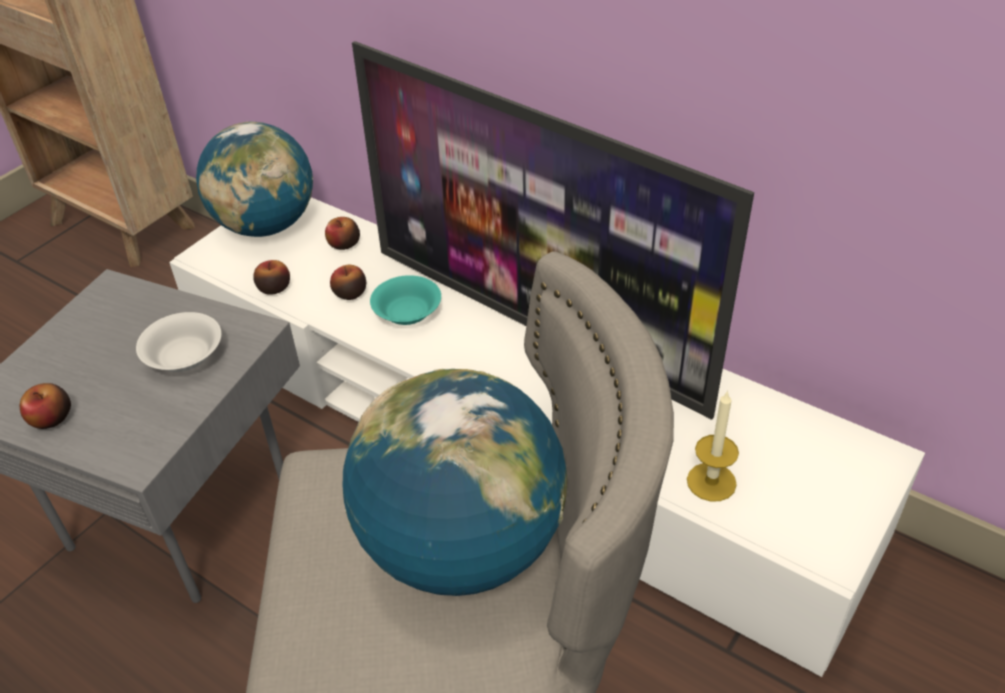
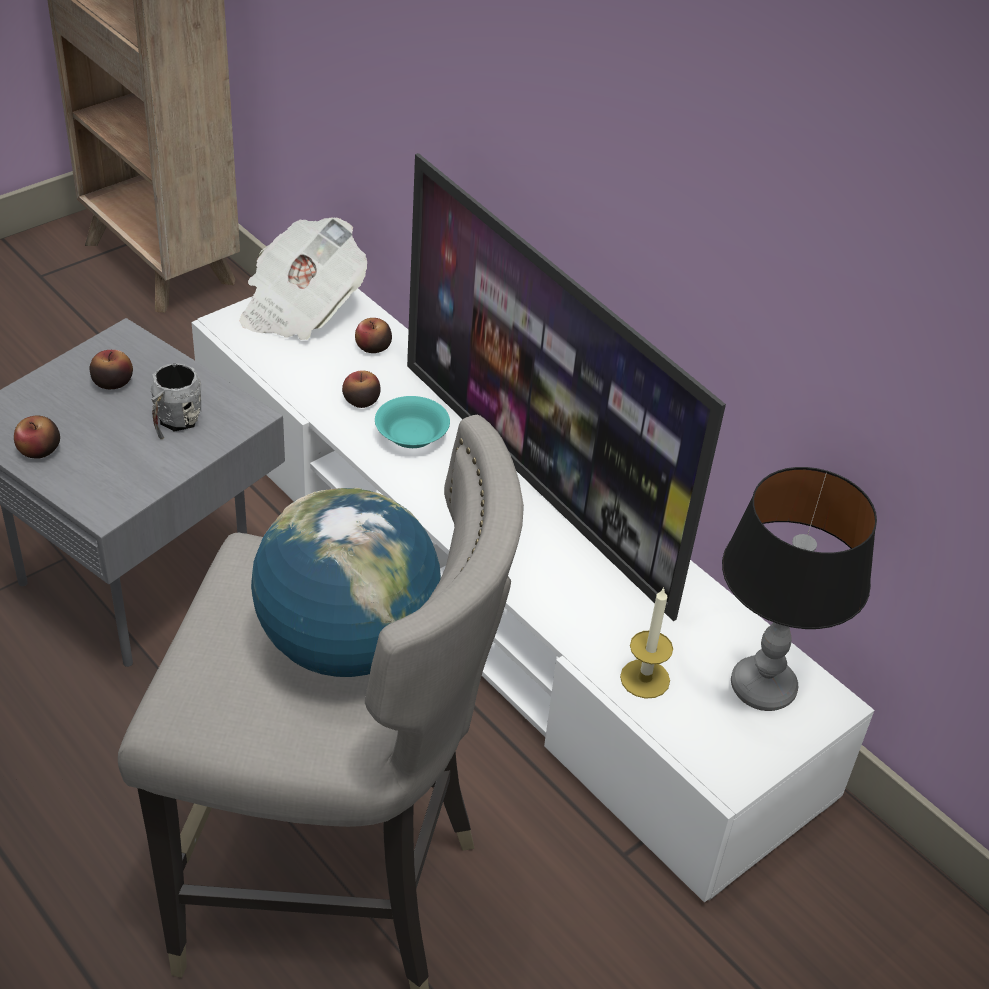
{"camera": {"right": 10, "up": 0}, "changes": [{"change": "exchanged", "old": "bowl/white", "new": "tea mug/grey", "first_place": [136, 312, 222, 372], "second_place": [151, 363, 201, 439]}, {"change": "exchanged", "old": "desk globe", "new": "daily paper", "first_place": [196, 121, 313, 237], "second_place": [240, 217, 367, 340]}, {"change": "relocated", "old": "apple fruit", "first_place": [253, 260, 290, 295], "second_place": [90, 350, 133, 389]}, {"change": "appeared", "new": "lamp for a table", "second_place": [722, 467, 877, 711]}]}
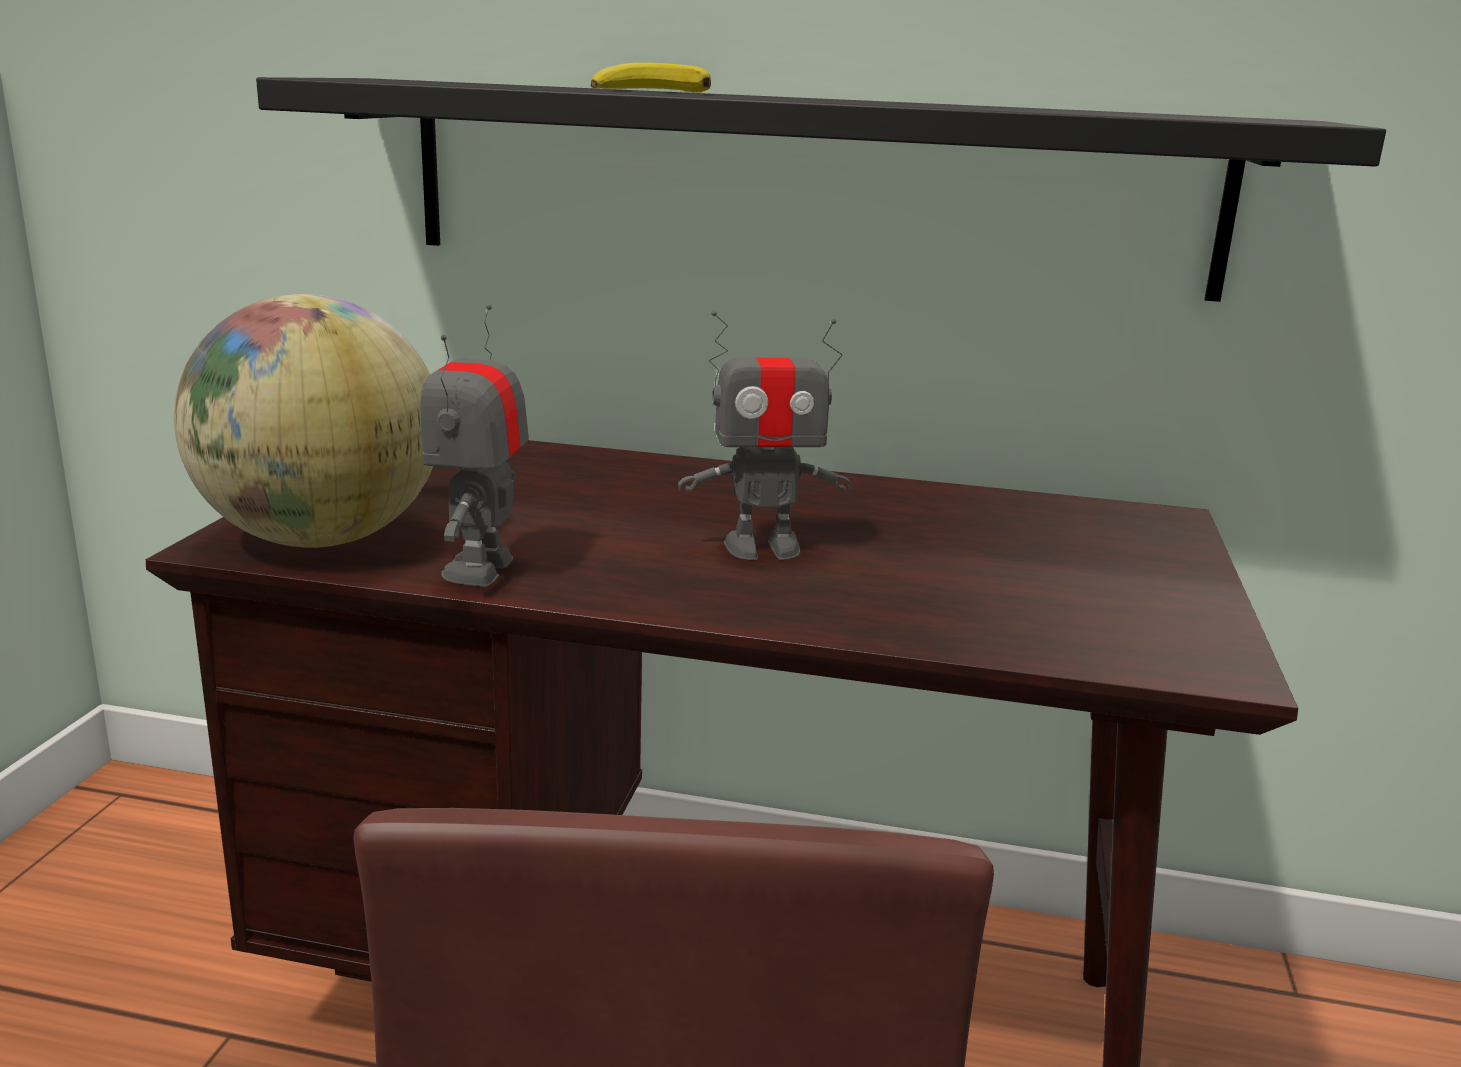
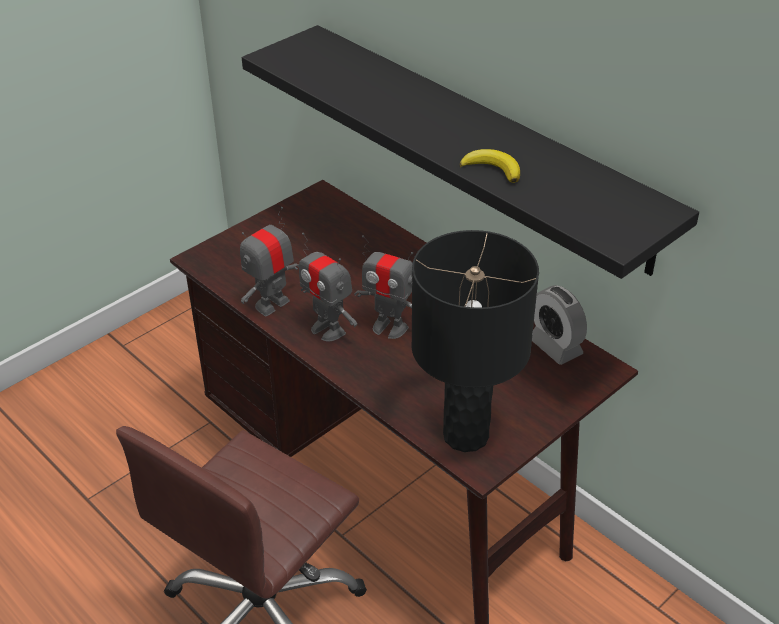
{"camera": {"right": 35, "up": 20}, "changes": [{"change": "missing", "old": "desk globe", "first_place": [174, 294, 433, 548]}, {"change": "relocated", "old": "banana fruit", "first_place": [591, 63, 711, 93], "second_place": [460, 149, 520, 183]}, {"change": "appeared", "new": "robot figure", "second_place": [299, 233, 357, 342]}, {"change": "appeared", "new": "lamp for a table/black-coloured", "second_place": [411, 230, 539, 452]}, {"change": "appeared", "new": "table clock", "second_place": [532, 285, 587, 365]}]}
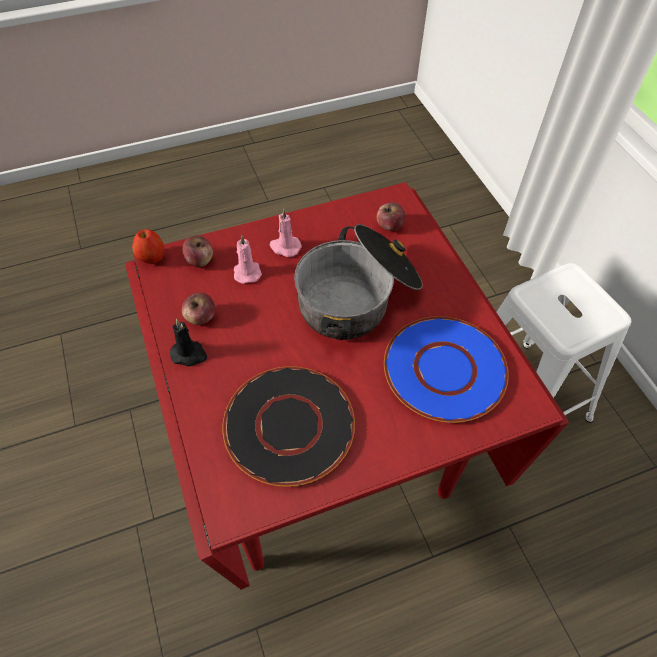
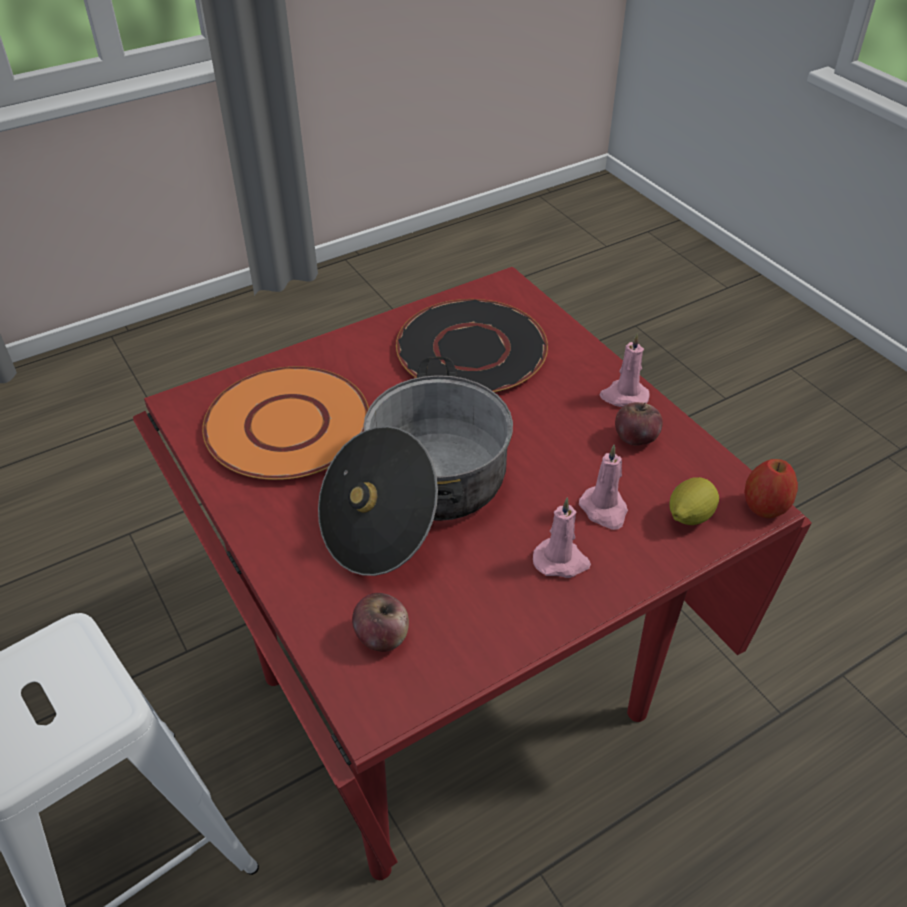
{"camera": {"right": 170, "up": -10}, "changes": [{"change": "colour", "old": "wax light/black-coloured", "new": "wax light/pink", "first_place": [170, 319, 207, 366], "second_place": [599, 333, 650, 407]}, {"change": "exchanged", "old": "apple fruit", "new": "whole lemon", "first_place": [183, 236, 213, 267], "second_place": [669, 477, 719, 525]}, {"change": "colour", "old": "plate/blue-coloured", "new": "plate/orange-coloured", "first_place": [384, 316, 509, 423], "second_place": [202, 366, 369, 480]}]}
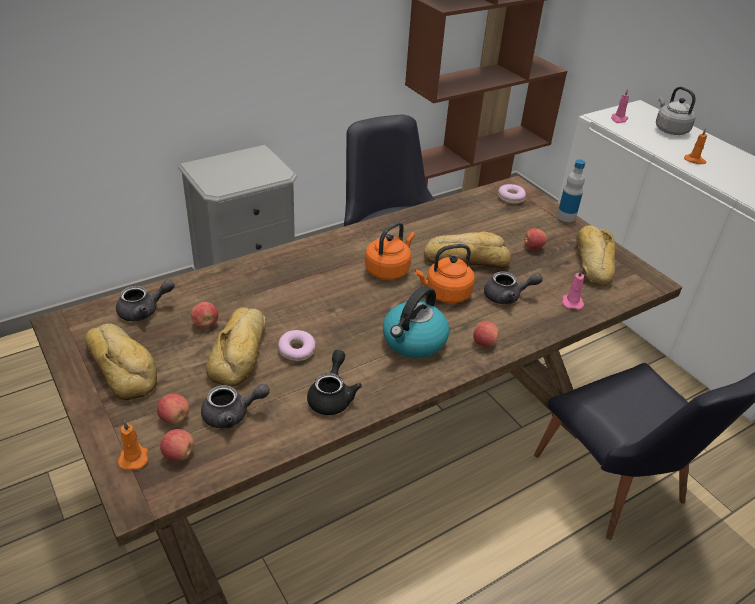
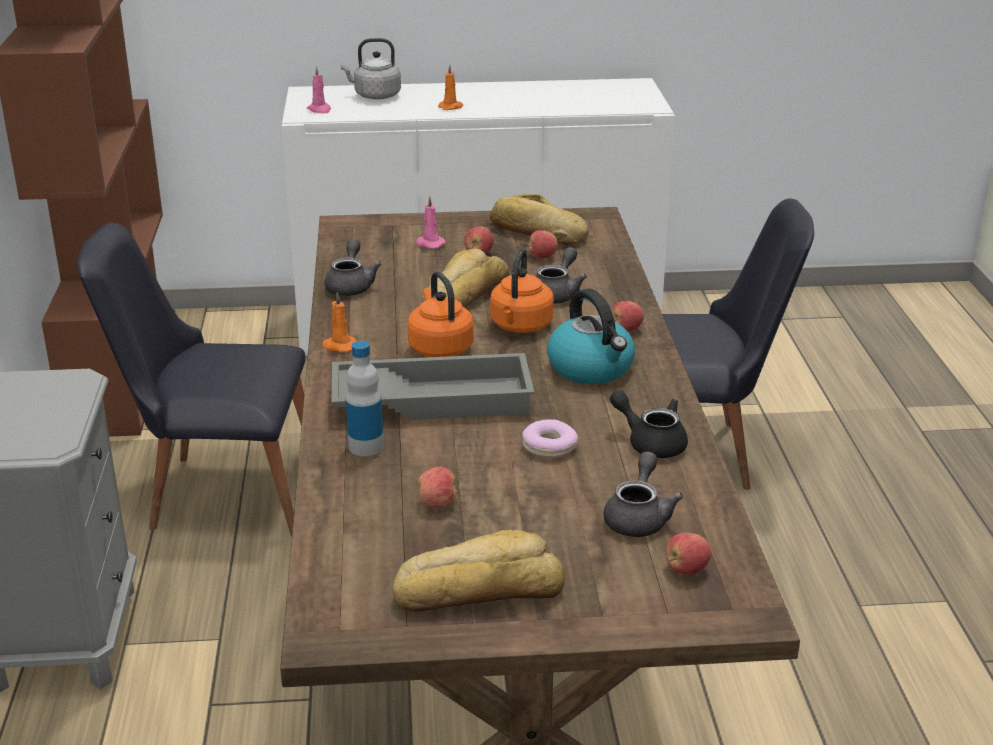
{"camera": {"right": -60, "up": -10}, "changes": [{"change": "relocated", "old": "tea pot/grey", "first_place": [116, 279, 175, 321], "second_place": [324, 239, 381, 296]}, {"change": "relocated", "old": "wax light/orange-coloured", "first_place": [118, 420, 148, 470], "second_place": [322, 292, 357, 352]}, {"change": "relocated", "old": "apple fruit", "first_place": [157, 393, 189, 424], "second_place": [528, 230, 558, 258]}, {"change": "missing", "old": "bakery bread", "first_place": [206, 307, 266, 387]}, {"change": "missing", "old": "donut", "first_place": [498, 184, 526, 204]}, {"change": "relocated", "old": "bottle", "first_place": [557, 159, 586, 222], "second_place": [346, 341, 384, 456]}, {"change": "relocated", "old": "wax light/pink", "first_place": [562, 269, 584, 310], "second_place": [416, 196, 445, 248]}, {"change": "appeared", "new": "tray/grey", "second_place": [332, 353, 534, 420]}]}
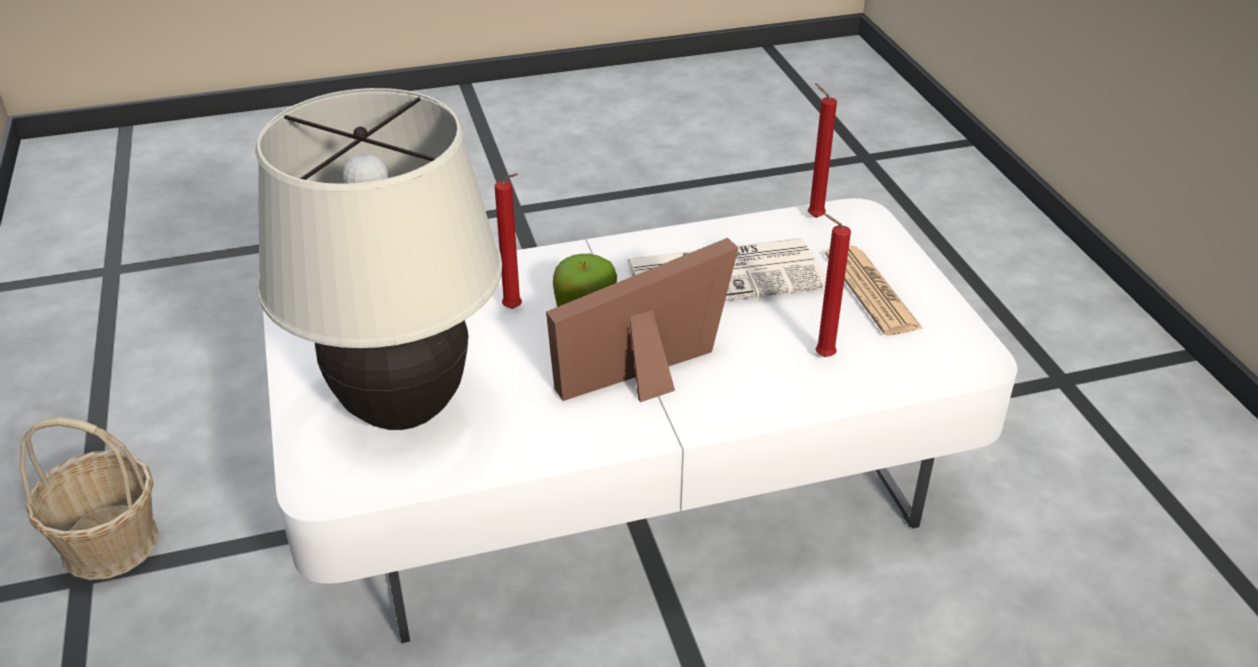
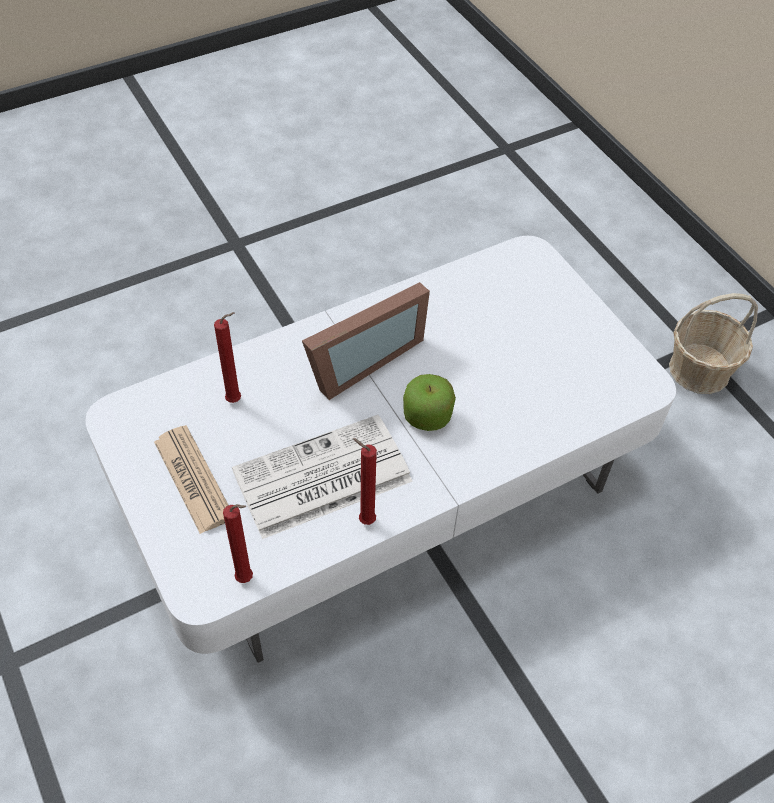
{"camera": {"right": 165, "up": 15}, "changes": [{"change": "missing", "old": "lamp for a table/beige", "first_place": [256, 88, 502, 430]}, {"change": "relocated", "old": "wax light/red-coloured", "first_place": [494, 173, 522, 309], "second_place": [353, 438, 377, 525]}]}
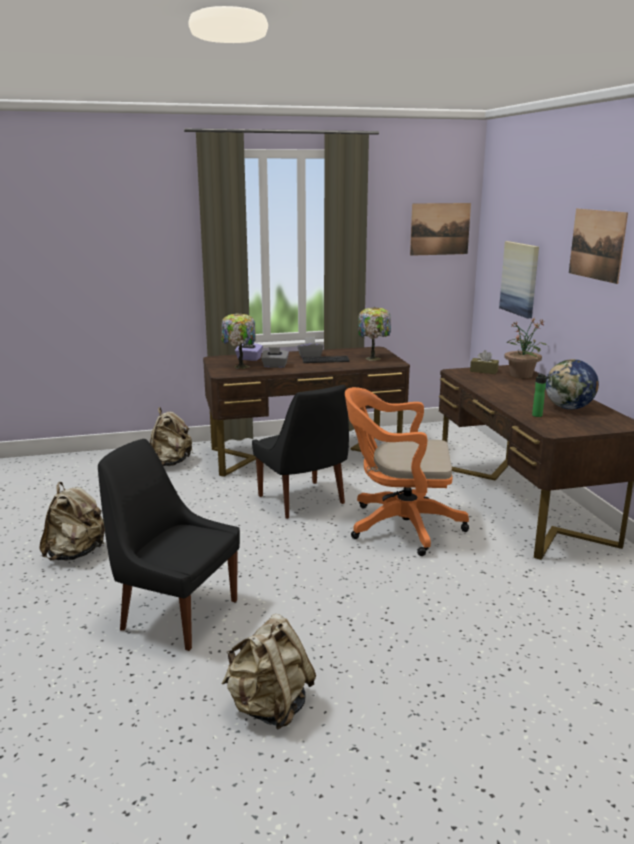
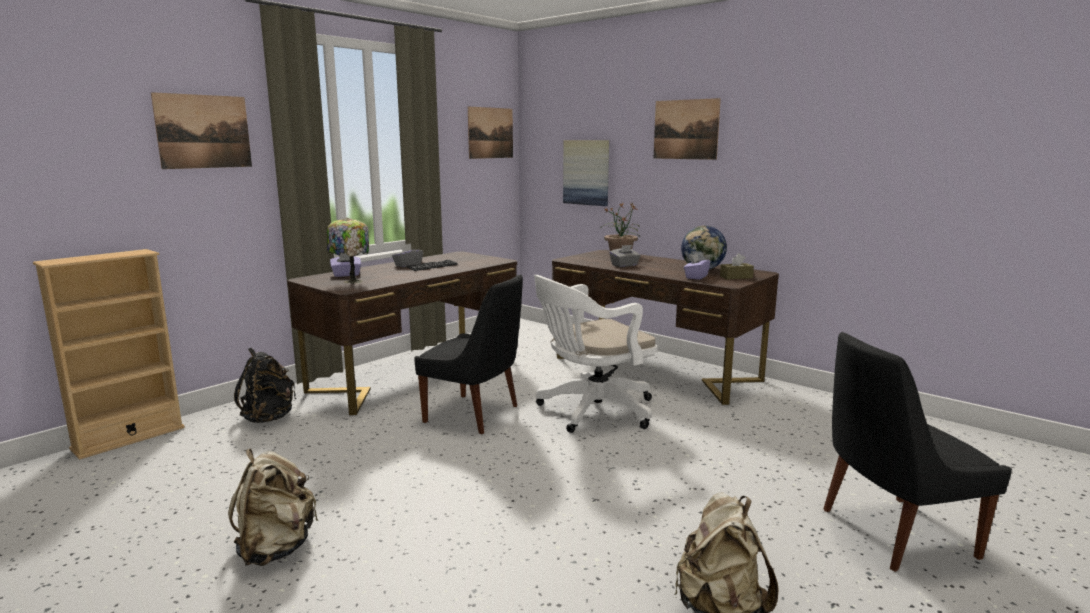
{"camera": {"right": -35, "up": -5}, "changes": [{"change": "relocated", "old": "upright chair/black-coloured", "first_place": [98, 439, 240, 651], "second_place": [824, 332, 1012, 572]}, {"change": "colour", "old": "knapsack/beige", "new": "knapsack/black-coloured", "first_place": [150, 407, 193, 466], "second_place": [234, 348, 296, 423]}, {"change": "relocated", "old": "tissue holder/grey", "first_place": [261, 347, 289, 368], "second_place": [610, 245, 641, 267]}, {"change": "colour", "old": "office chair/orange-coloured", "new": "office chair/white", "first_place": [345, 387, 469, 556], "second_place": [534, 275, 657, 433]}, {"change": "missing", "old": "lamp for a table", "first_place": [358, 307, 391, 361]}, {"change": "relocated", "old": "tissue holder/brown-coloured", "first_place": [470, 350, 499, 374], "second_place": [720, 253, 754, 280]}, {"change": "exchanged", "old": "bottle", "new": "tissue holder/purple", "first_place": [532, 373, 550, 417], "second_place": [684, 254, 710, 280]}, {"change": "appeared", "new": "bookcase/beige", "second_place": [33, 249, 185, 460]}, {"change": "appeared", "new": "wall art", "second_place": [151, 92, 252, 169]}]}
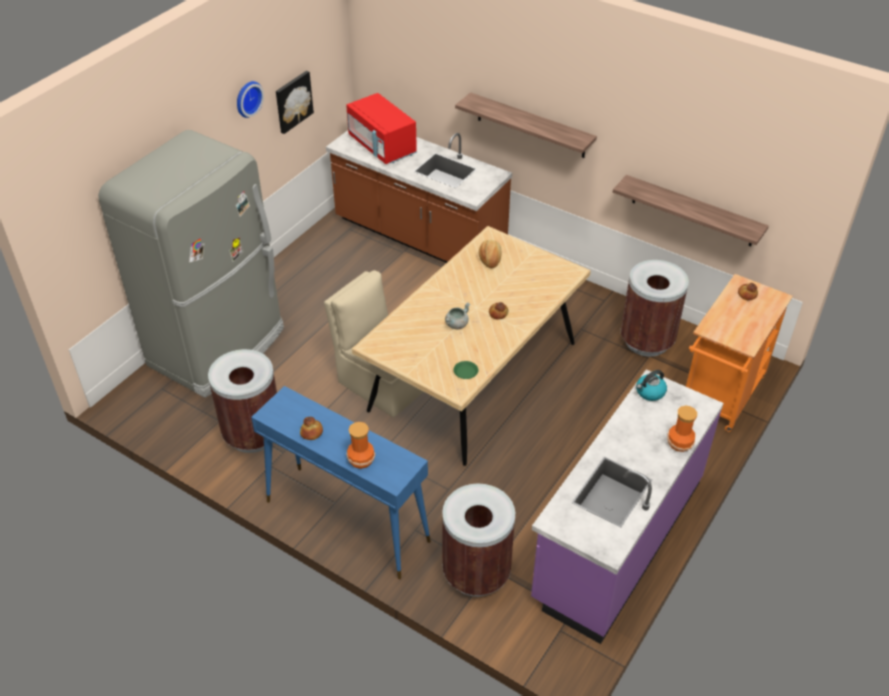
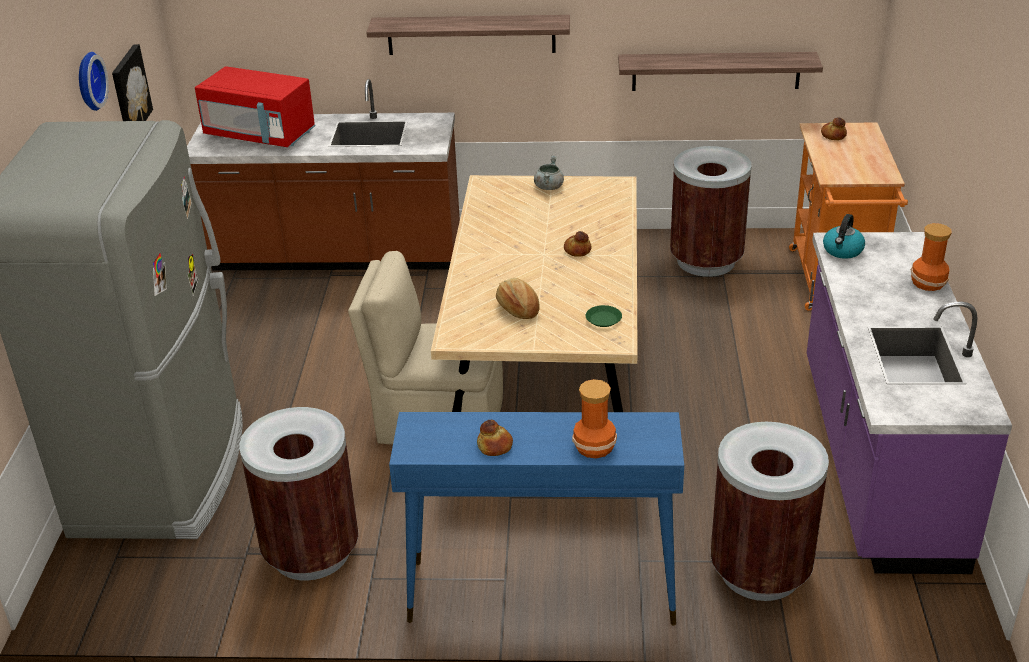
{"camera": {"right": -30, "up": -10}, "changes": [{"change": "relocated", "old": "stockpot/grey", "first_place": [445, 302, 471, 329], "second_place": [534, 156, 564, 190]}, {"change": "relocated", "old": "bakery bread", "first_place": [479, 240, 501, 268], "second_place": [496, 278, 540, 319]}]}
